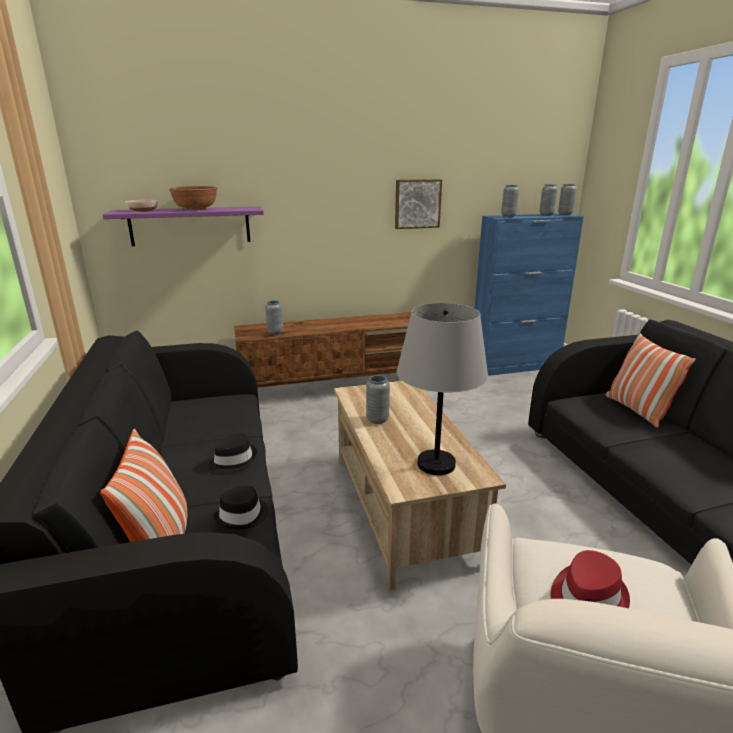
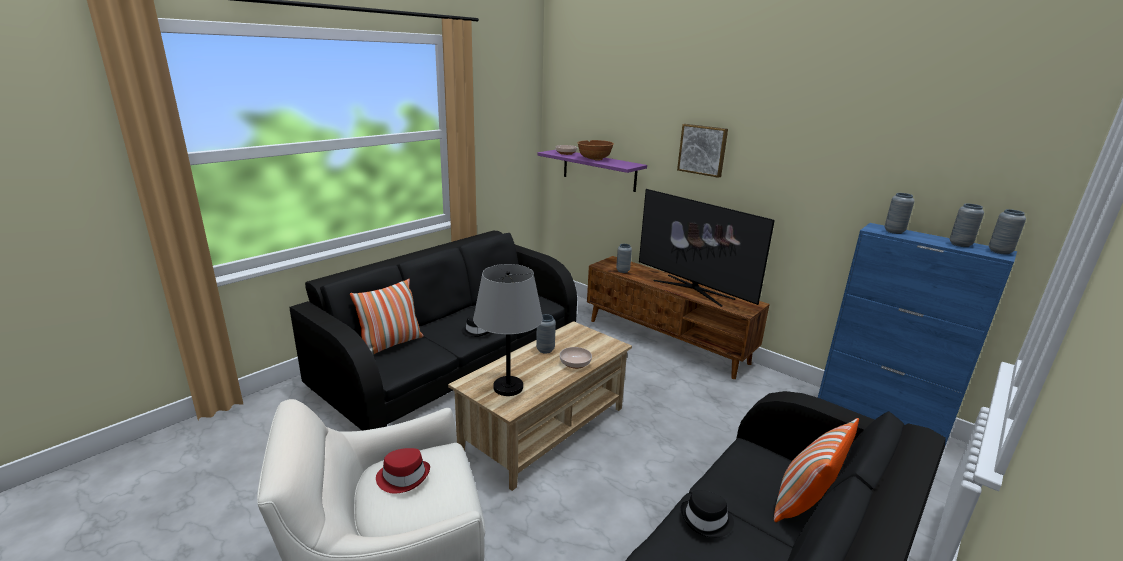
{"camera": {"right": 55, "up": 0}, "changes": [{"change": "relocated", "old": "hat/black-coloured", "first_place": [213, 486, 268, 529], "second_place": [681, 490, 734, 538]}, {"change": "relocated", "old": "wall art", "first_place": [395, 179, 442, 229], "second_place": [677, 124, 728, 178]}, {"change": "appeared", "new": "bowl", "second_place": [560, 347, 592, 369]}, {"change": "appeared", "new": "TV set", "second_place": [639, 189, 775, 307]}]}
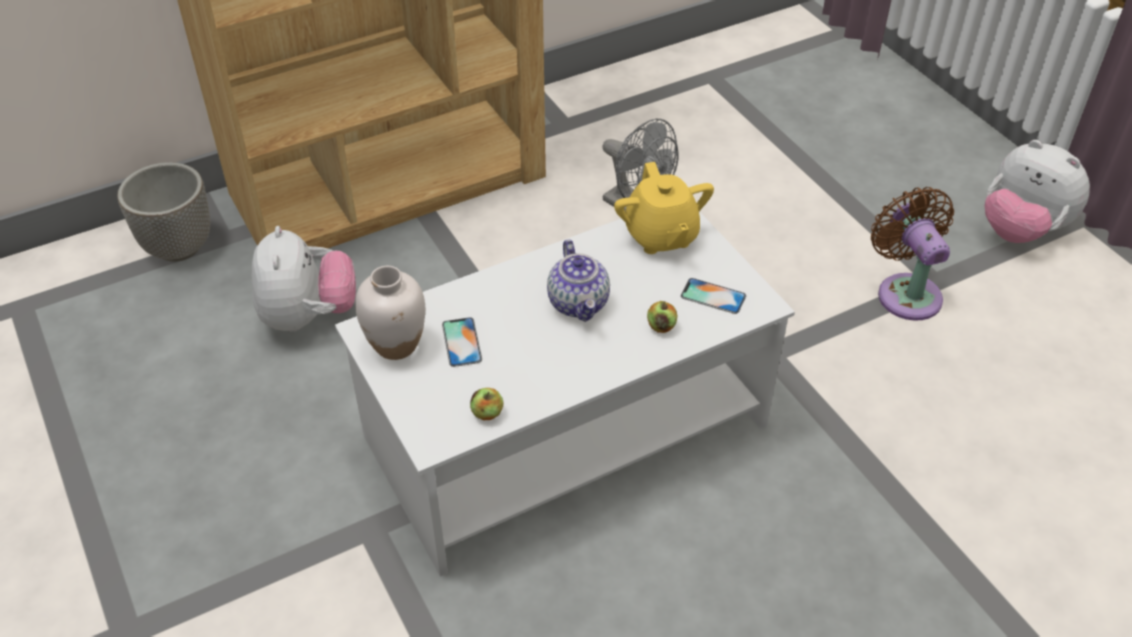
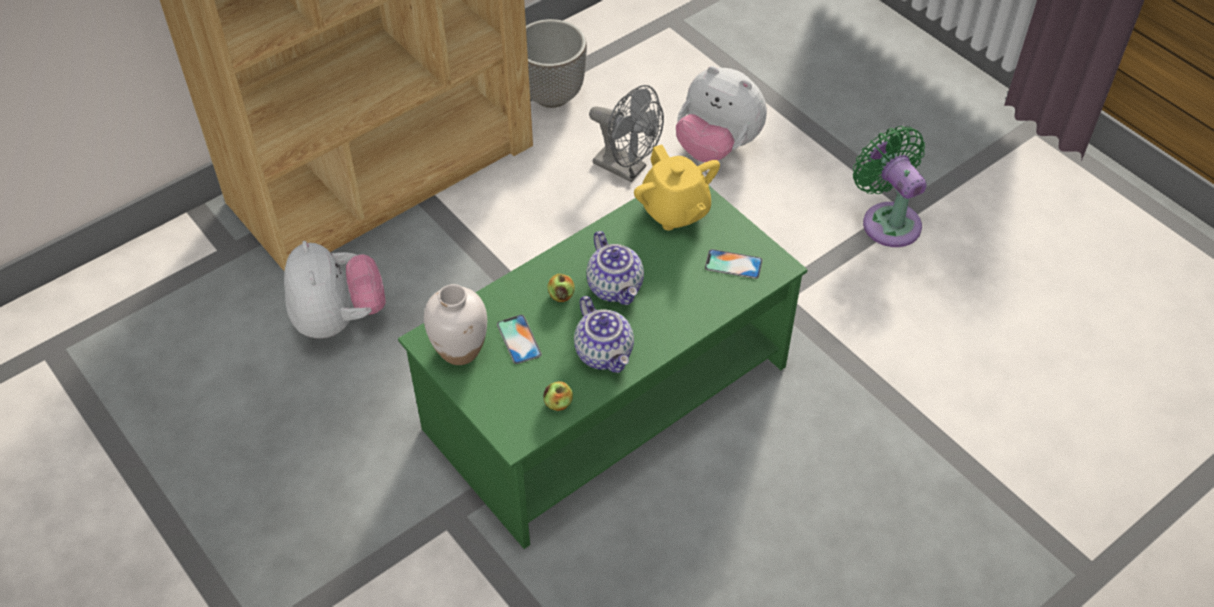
{"camera": {"right": -10, "up": 5}, "changes": [{"change": "relocated", "old": "plant pot", "first_place": [117, 162, 210, 262], "second_place": [526, 19, 587, 108]}, {"change": "colour", "old": "lounge table/white", "new": "lounge table/green", "first_place": [335, 211, 795, 577], "second_place": [398, 185, 808, 549]}, {"change": "relocated", "old": "apple fruit", "first_place": [647, 301, 677, 333], "second_place": [548, 274, 575, 302]}, {"change": "colour", "old": "electric fan/brown-coloured", "new": "electric fan/green", "first_place": [871, 187, 954, 321], "second_place": [853, 126, 926, 247]}, {"change": "relocated", "old": "soft toy", "first_place": [985, 140, 1090, 243], "second_place": [676, 66, 767, 162]}, {"change": "appeared", "new": "tea pot", "second_place": [574, 296, 634, 373]}]}
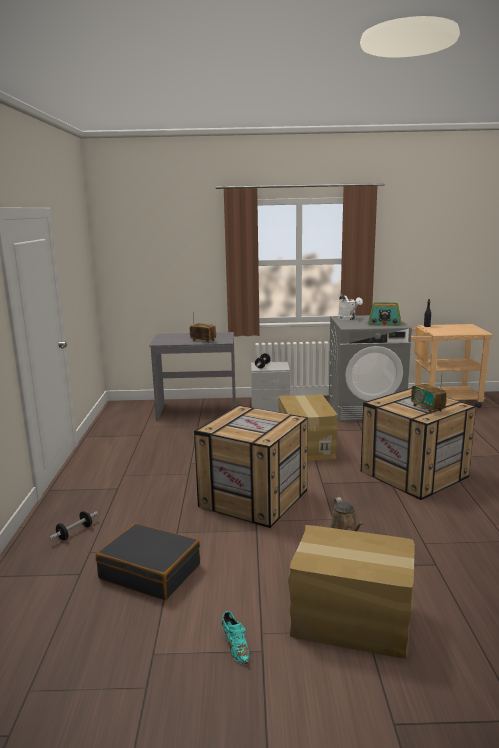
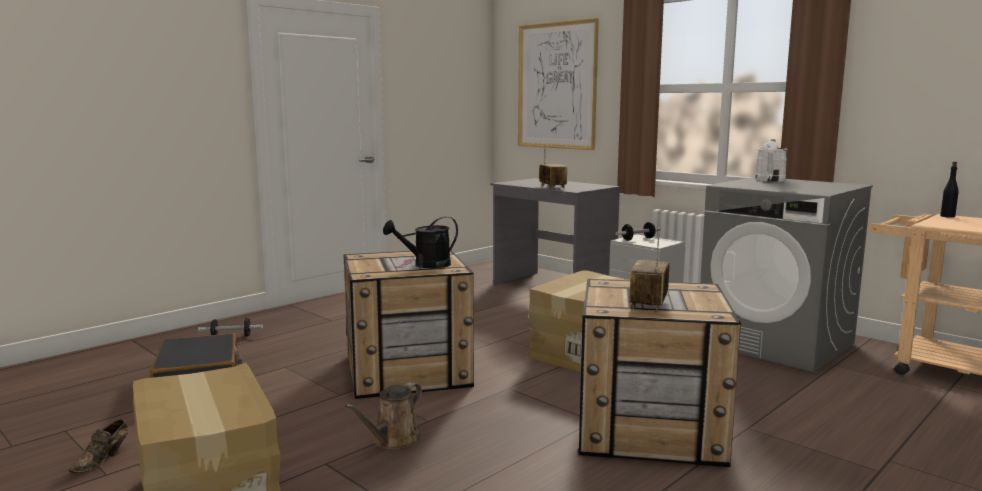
{"camera": {"right": 45, "up": -5}, "changes": [{"change": "colour", "old": "shoe/turquoise", "new": "shoe/brown-coloured", "first_place": [222, 611, 249, 664], "second_place": [68, 419, 128, 473]}, {"change": "missing", "old": "radio receiver", "first_place": [368, 302, 401, 326]}, {"change": "appeared", "new": "sprinkling can/black-coloured", "second_place": [383, 216, 458, 268]}, {"change": "appeared", "new": "wall art", "second_place": [518, 18, 599, 150]}]}
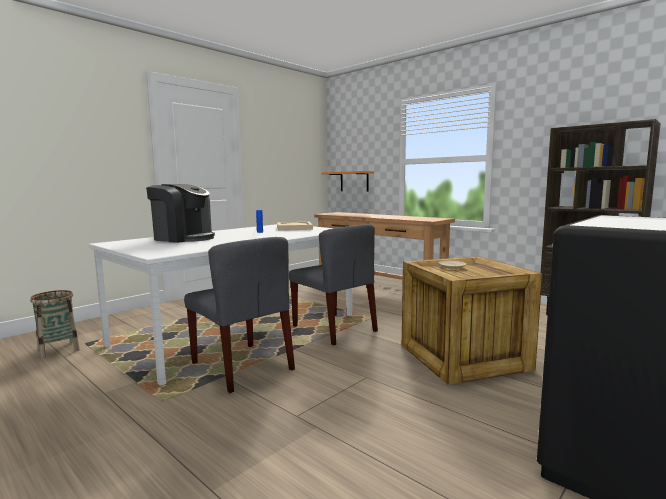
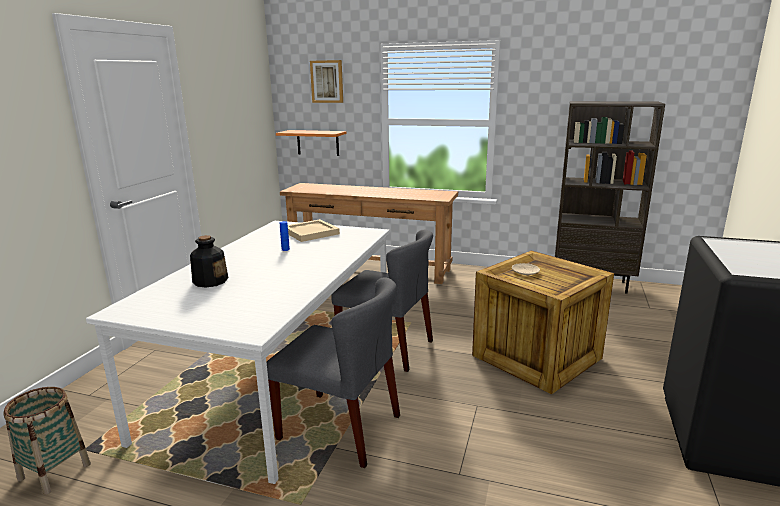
{"camera": {"right": -25, "up": 10}, "changes": [{"change": "exchanged", "old": "coffee machine", "new": "bottle", "first_place": [146, 184, 215, 243], "second_place": [190, 235, 228, 287]}, {"change": "appeared", "new": "wall art", "second_place": [310, 60, 343, 103]}]}
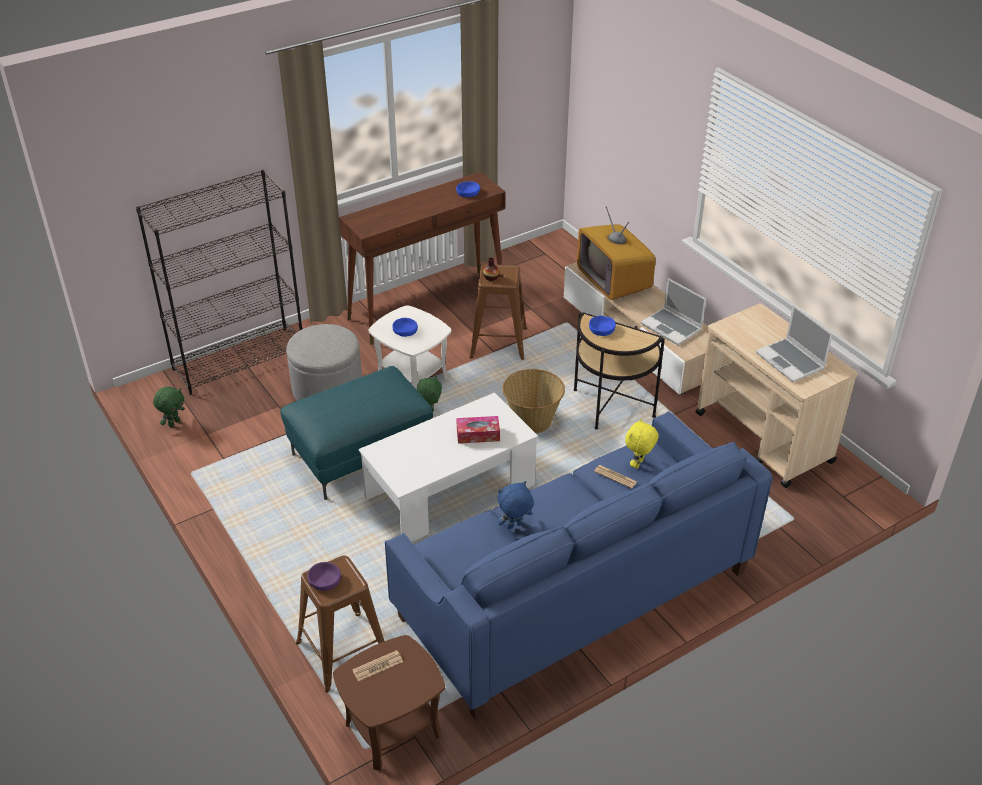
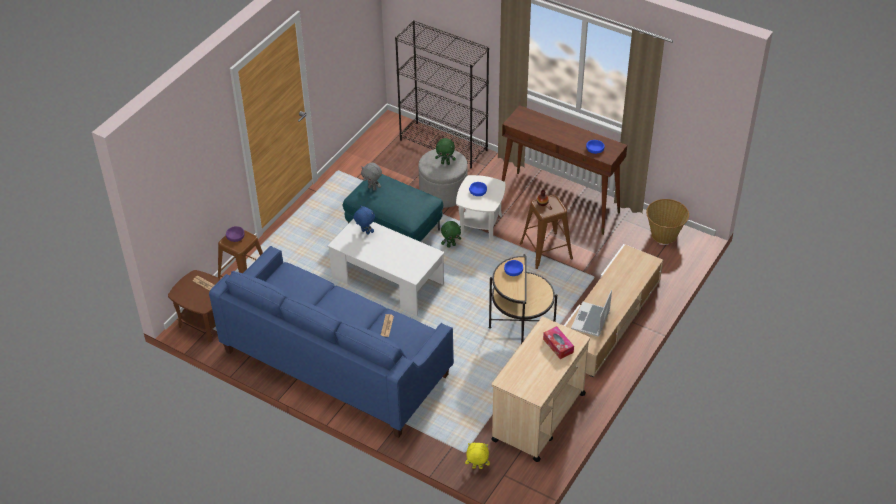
{"camera": {"right": 65, "up": 5}, "changes": [{"change": "relocated", "old": "soft toy/green", "first_place": [153, 386, 185, 427], "second_place": [435, 138, 456, 165]}, {"change": "relocated", "old": "tissue holder", "first_place": [456, 416, 500, 444], "second_place": [543, 326, 574, 359]}, {"change": "relocated", "old": "soft toy/blue-coloured", "first_place": [498, 481, 534, 529], "second_place": [354, 205, 375, 235]}, {"change": "relocated", "old": "storage basket", "first_place": [502, 369, 565, 433], "second_place": [646, 199, 689, 244]}, {"change": "missing", "old": "TV set", "first_place": [577, 206, 656, 300]}, {"change": "relocated", "old": "soft toy/yellowish", "first_place": [625, 418, 659, 469], "second_place": [465, 443, 490, 469]}, {"change": "missing", "old": "portable computer", "first_place": [756, 305, 833, 382]}, {"change": "appeared", "new": "soft toy/grey", "second_place": [361, 163, 382, 191]}]}
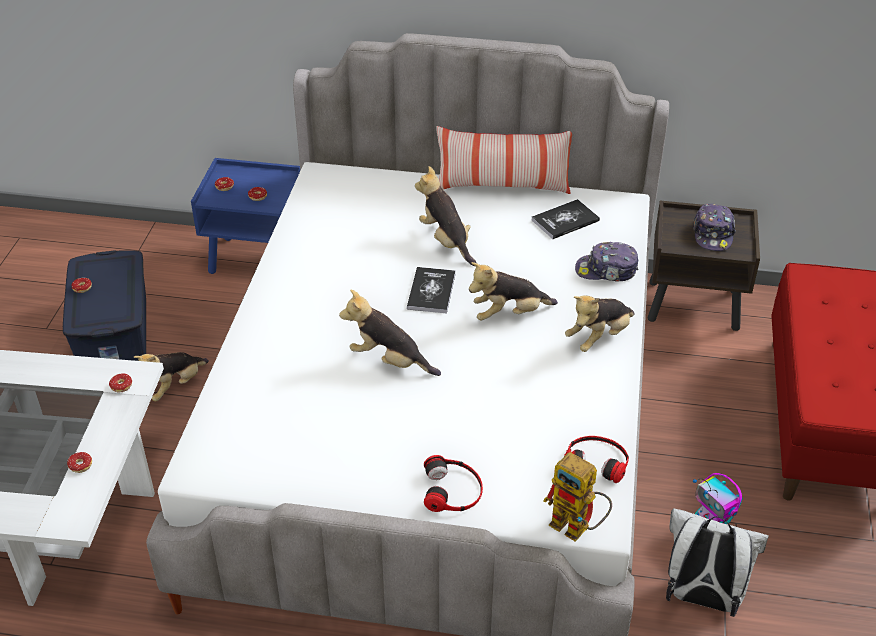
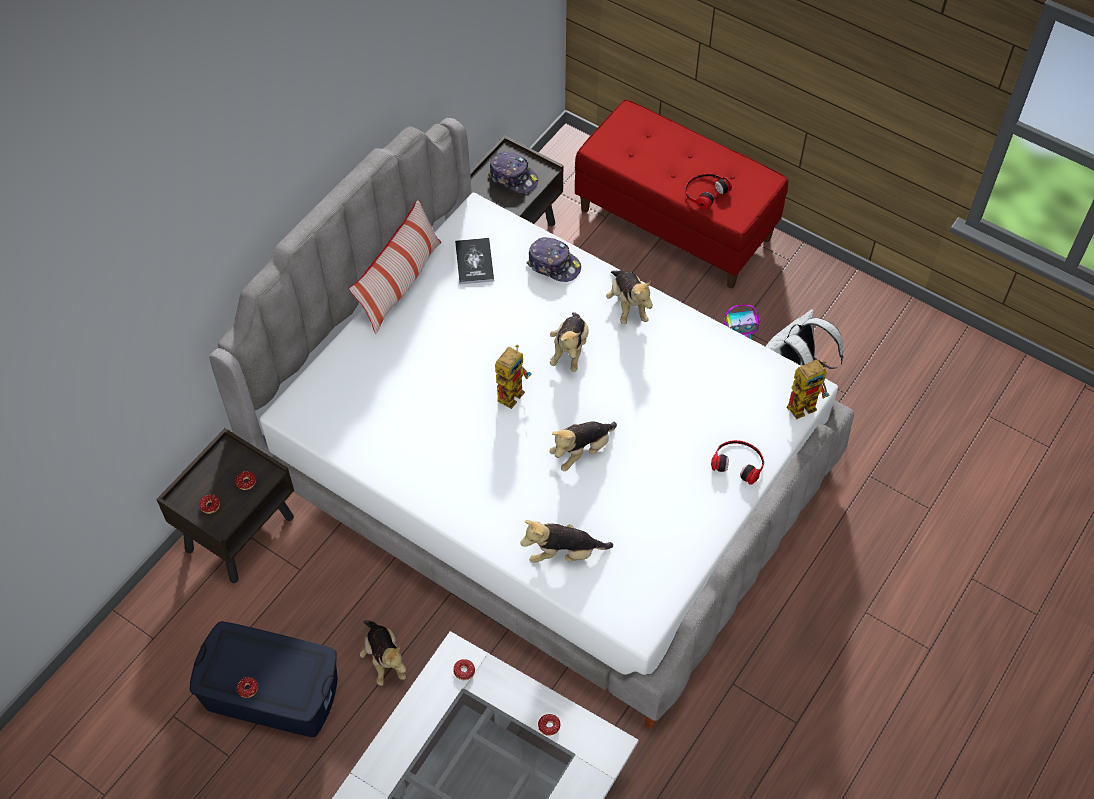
{"camera": {"right": -65, "up": 15}, "changes": [{"change": "colour", "old": "night table/blue-coloured", "new": "night table/brown-coloured", "first_place": [191, 158, 300, 274], "second_place": [156, 428, 294, 583]}, {"change": "exchanged", "old": "bound book", "new": "robot figure", "first_place": [407, 267, 456, 313], "second_place": [495, 345, 531, 409]}, {"change": "relocated", "old": "soft toy", "first_place": [415, 166, 476, 266], "second_place": [520, 520, 613, 563]}, {"change": "relocated", "old": "headphones", "first_place": [564, 436, 629, 483], "second_place": [685, 174, 732, 209]}, {"change": "spun", "old": "baseball cap", "first_place": [575, 242, 638, 282], "second_place": [526, 237, 581, 282], "degrees": -90}]}
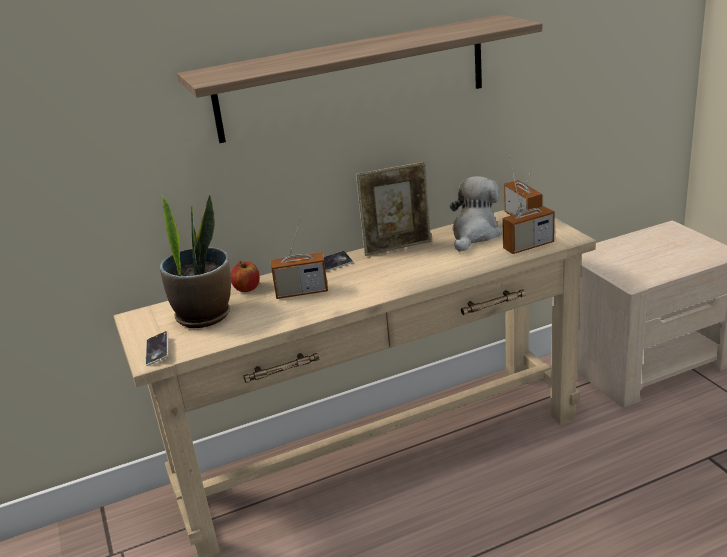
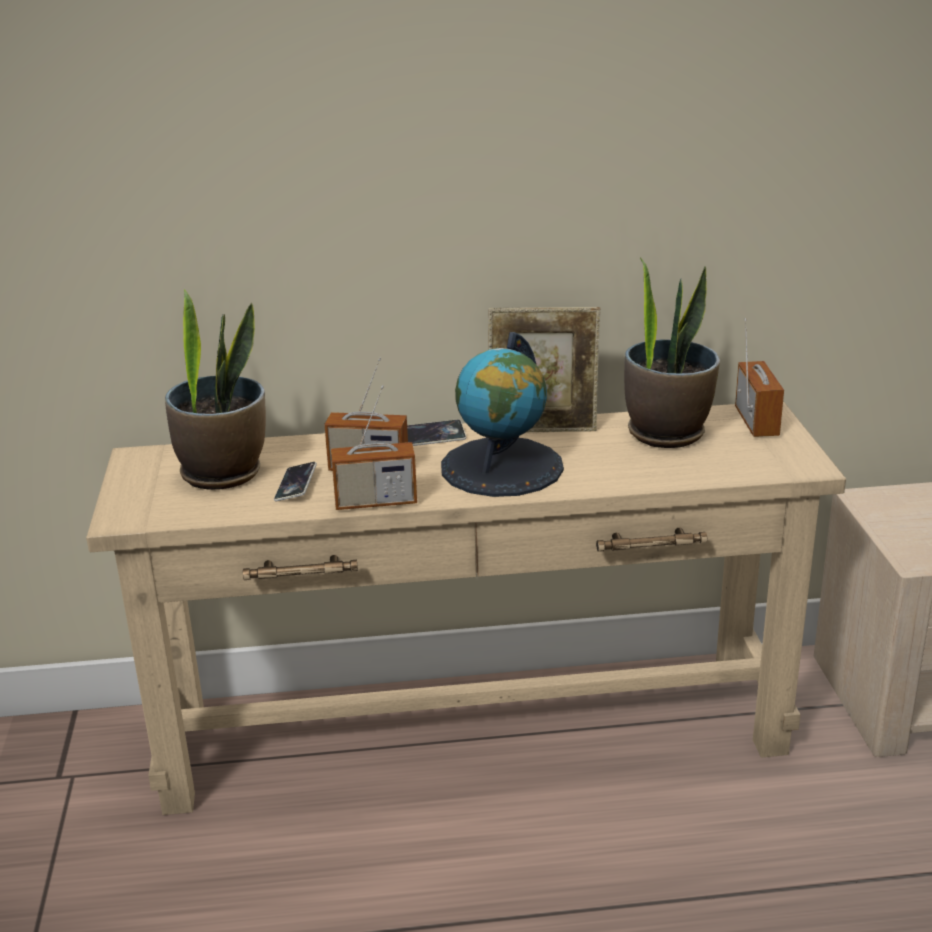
{"camera": {"right": 15, "up": 0}, "changes": [{"change": "relocated", "old": "telephone", "first_place": [145, 331, 168, 366], "second_place": [274, 462, 317, 501]}, {"change": "missing", "old": "wall shelf", "first_place": [177, 14, 542, 143]}, {"change": "missing", "old": "apple fruit", "first_place": [231, 261, 260, 292]}, {"change": "exchanged", "old": "soft toy", "new": "plant in a pot", "first_place": [450, 176, 502, 252], "second_place": [624, 258, 720, 448]}, {"change": "relocated", "old": "radio receiver", "first_place": [502, 173, 555, 254], "second_place": [331, 385, 417, 510]}, {"change": "appeared", "new": "desk globe", "second_place": [441, 332, 564, 497]}]}
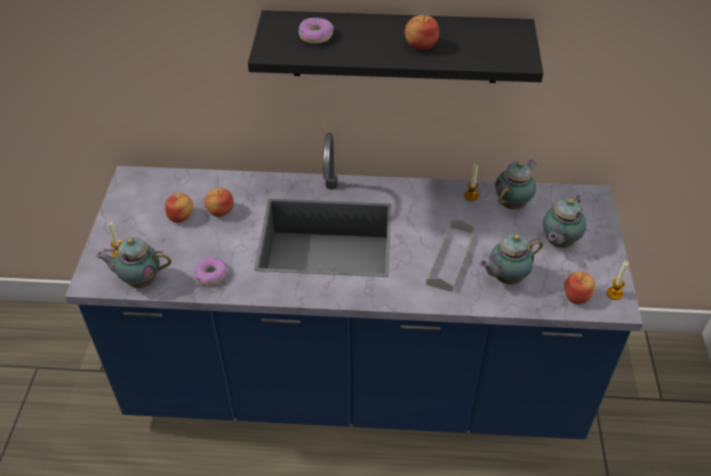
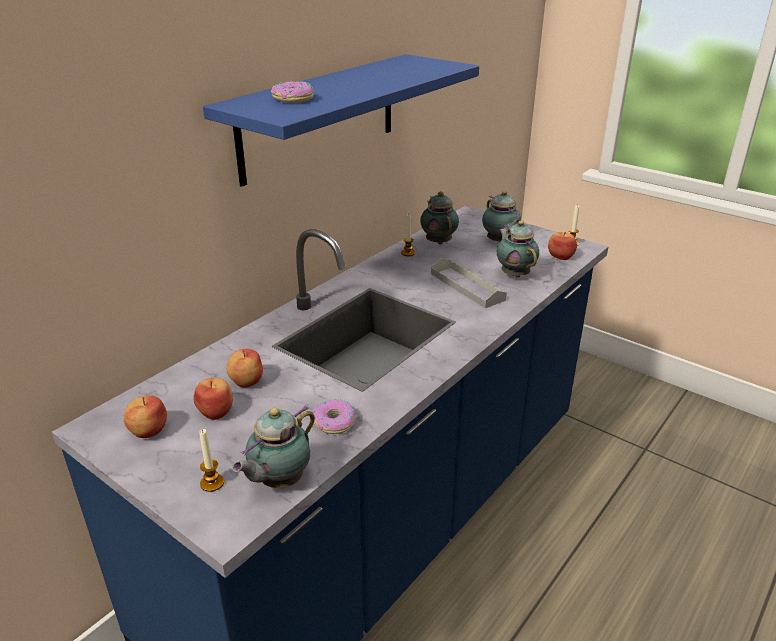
{"camera": {"right": -55, "up": -15}, "changes": [{"change": "colour", "old": "wall shelf/black-coloured", "new": "wall shelf/blue-coloured", "first_place": [248, 10, 543, 83], "second_place": [203, 54, 479, 187]}, {"change": "relocated", "old": "apple fruit", "first_place": [405, 15, 439, 50], "second_place": [123, 395, 167, 438]}, {"change": "spun", "old": "tea pot", "first_place": [479, 234, 543, 285], "second_place": [497, 221, 539, 278], "degrees": 150}]}
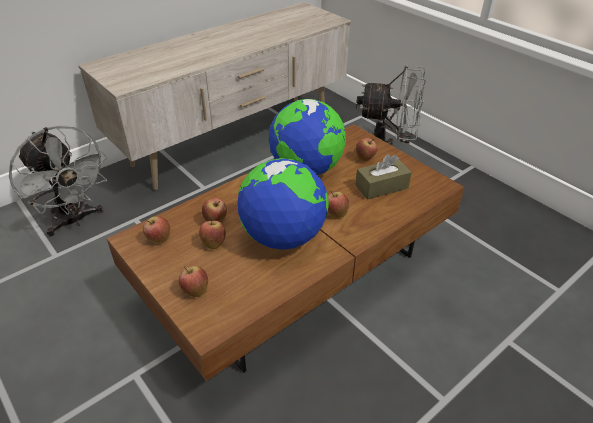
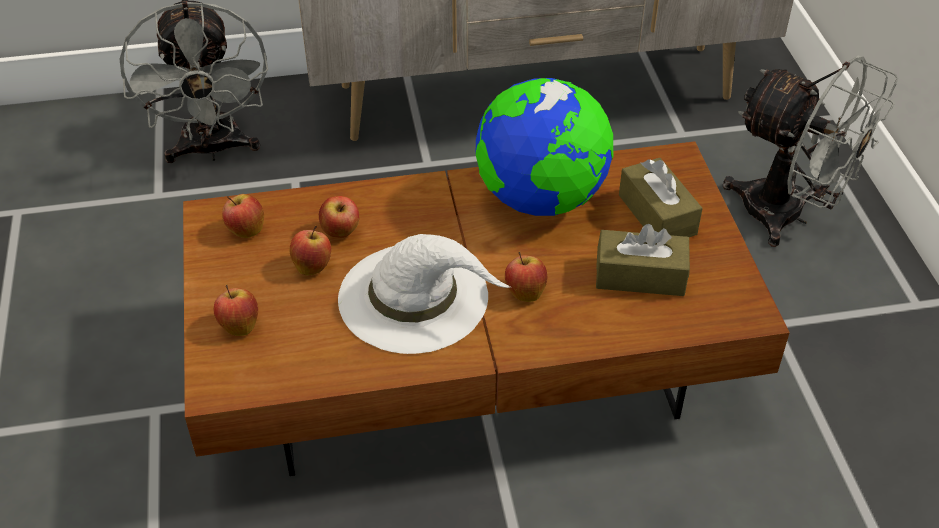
{"camera": {"right": 30, "up": 5}, "changes": [{"change": "exchanged", "old": "desk globe", "new": "hat/white", "first_place": [237, 158, 329, 250], "second_place": [338, 234, 510, 354]}, {"change": "exchanged", "old": "apple fruit", "new": "tissue holder/brown-coloured", "first_place": [356, 138, 377, 161], "second_place": [619, 158, 703, 237]}]}
